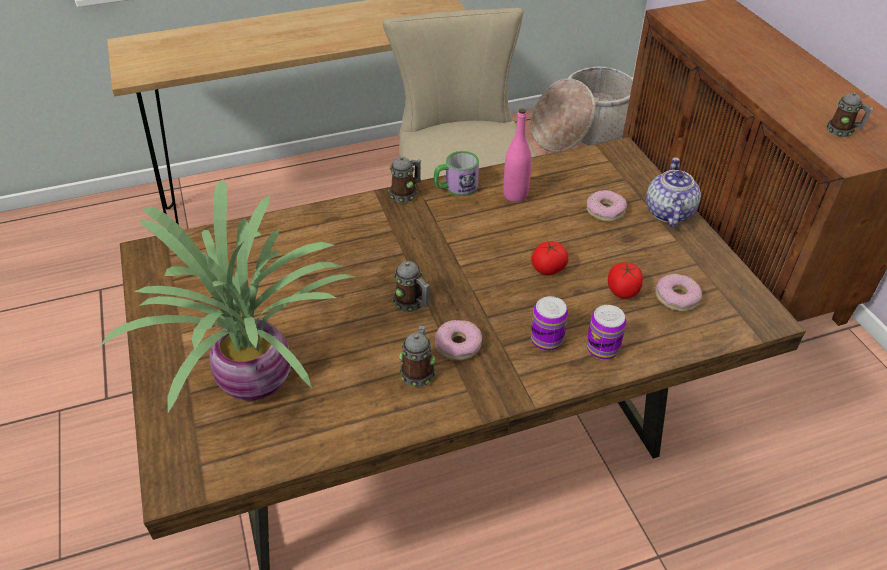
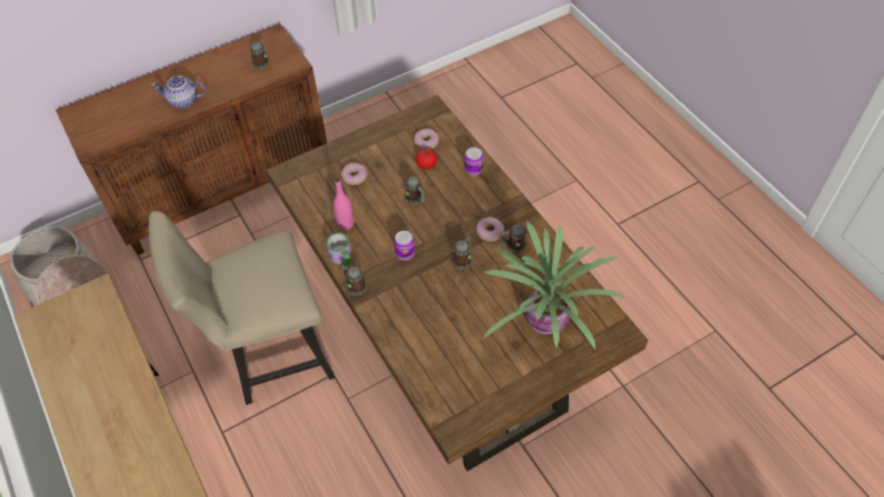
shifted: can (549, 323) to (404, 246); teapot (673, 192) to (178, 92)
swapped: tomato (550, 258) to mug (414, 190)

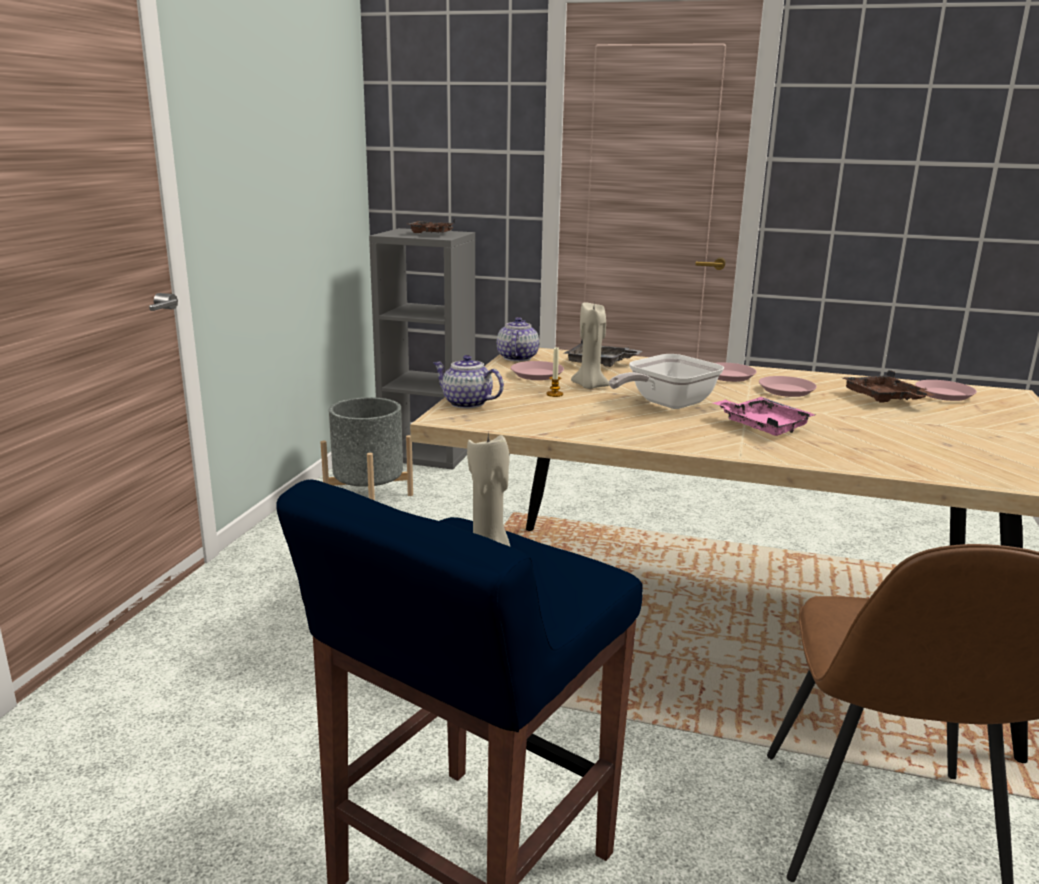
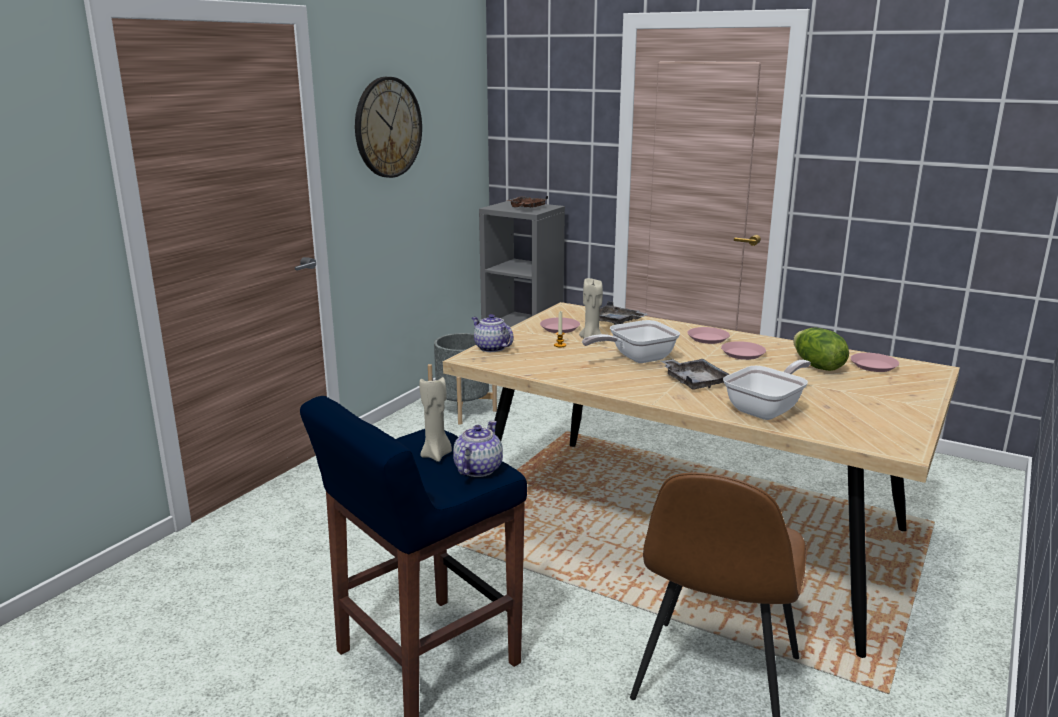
new: wall clock (388, 127); frying pan (767, 390)
shifted: teapot (518, 339) to (478, 449)
swapped: brown tray (888, 386) to lettuce (821, 349)
repainted: pink tray (764, 416) to grey tray (695, 374)

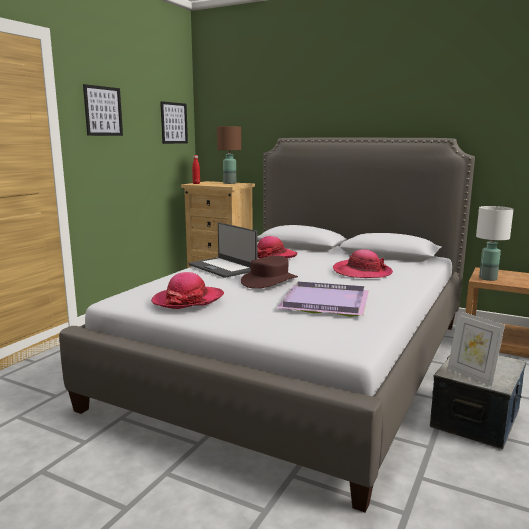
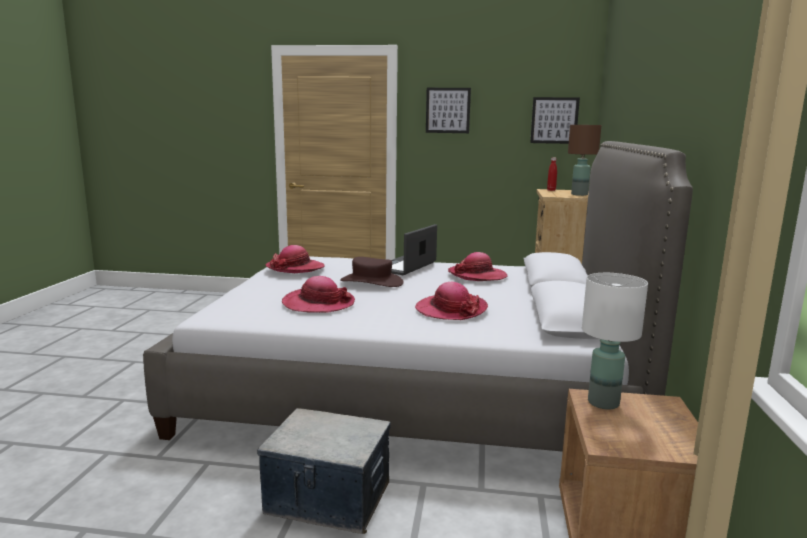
gone: picture frame (476, 348)
swapped: purple tray (323, 299) to hat (318, 294)

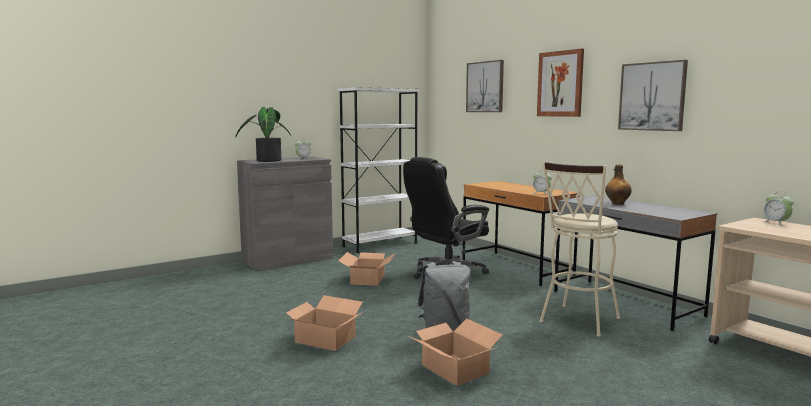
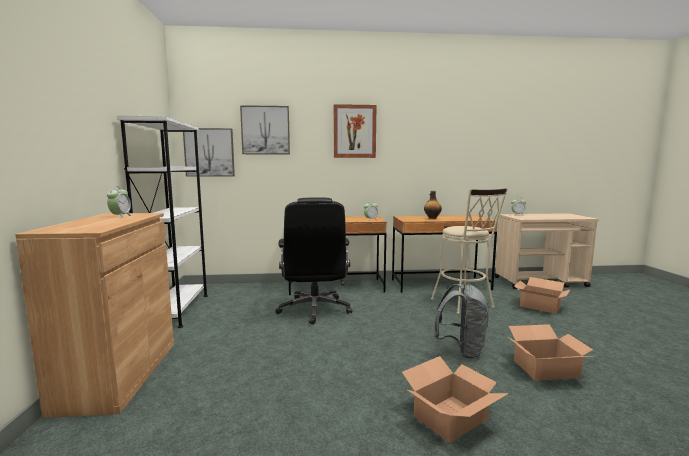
gone: potted plant (263, 134)
shifted: cardboard box (366, 269) to (542, 295); picture (653, 95) to (209, 152)
repainted: grey cabinet (285, 214) to brown cabinet (94, 315); grey desk (635, 263) to brown desk (445, 254)

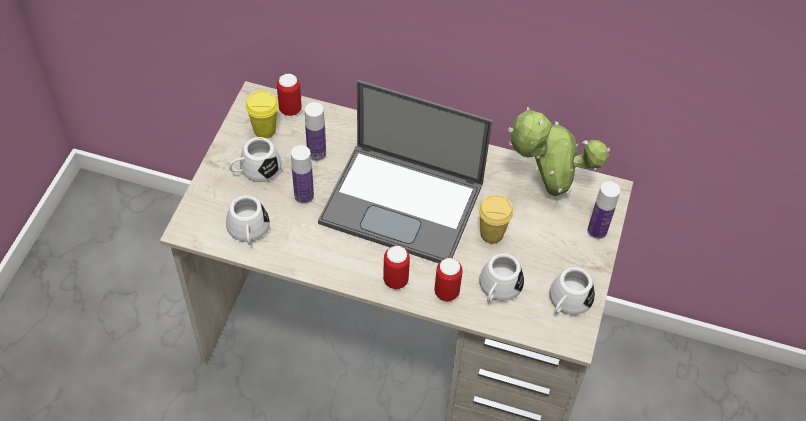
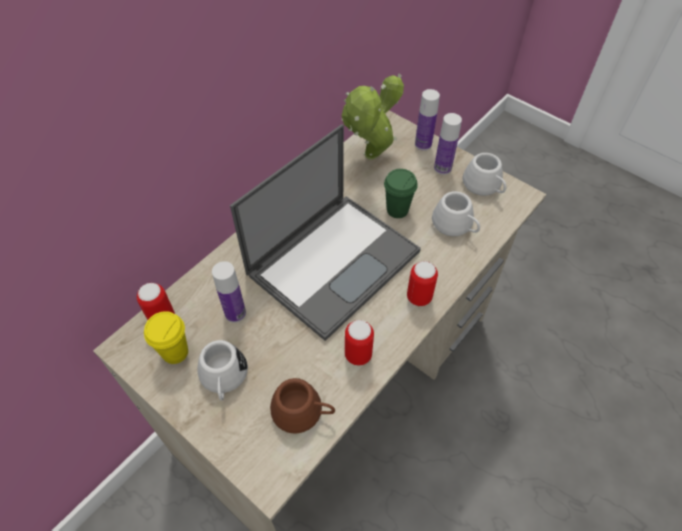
shifted: bottle (302, 174) to (448, 144); can (448, 279) to (359, 343)
repainted: white mug (248, 220) to brown mug (302, 406); yellow cup (495, 219) to green cup (401, 193)

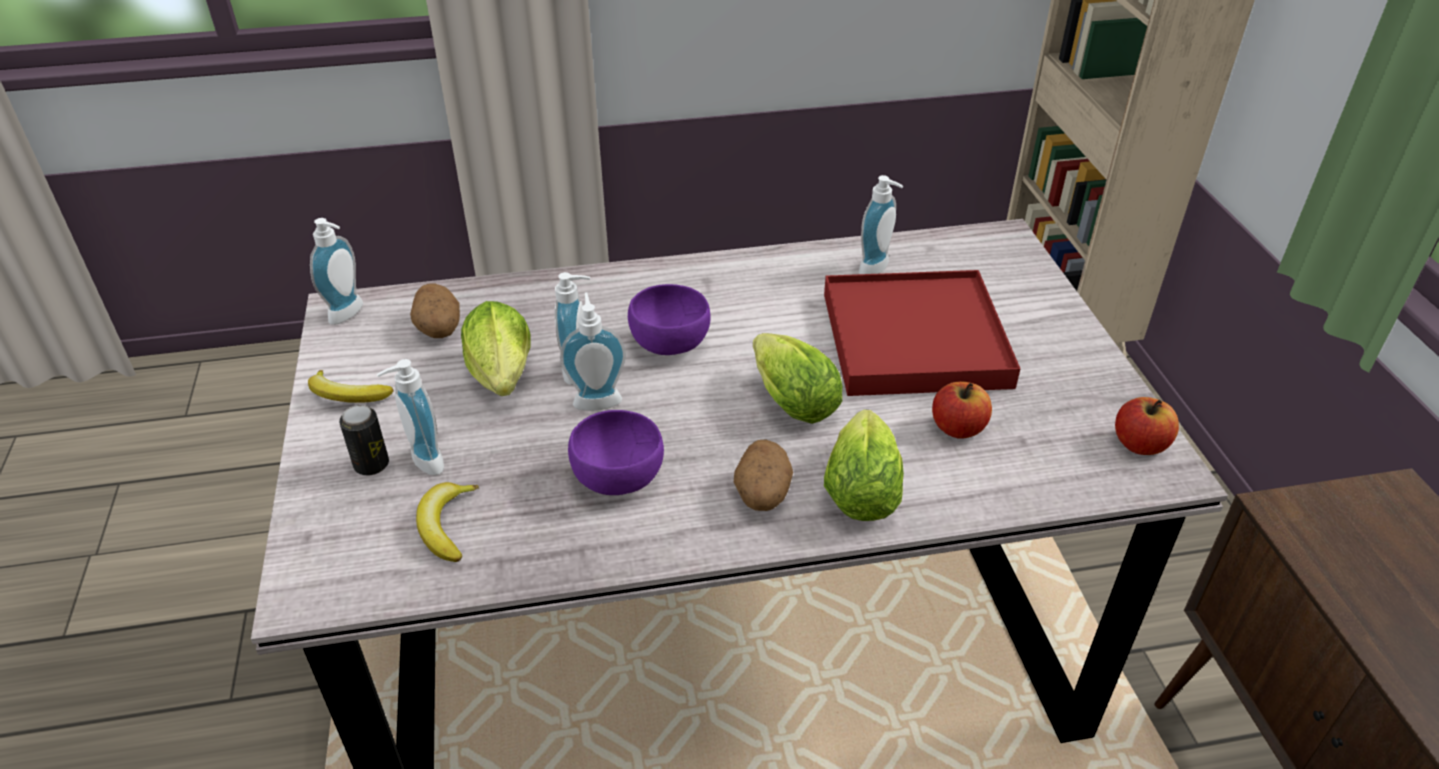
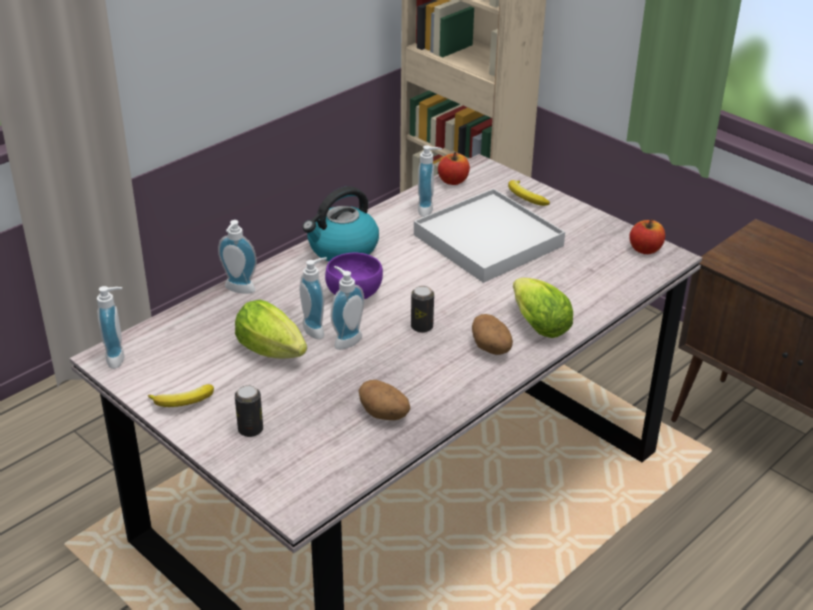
gone: purple bowl (616, 452); lettuce (798, 378)
new: kettle (340, 223); can (422, 309)
shifted: soap dispenser (410, 417) to (237, 256); potato (435, 311) to (384, 400); banana (447, 522) to (529, 193); apple (962, 410) to (454, 168)
repainted: red tray (922, 333) to white tray (489, 236)

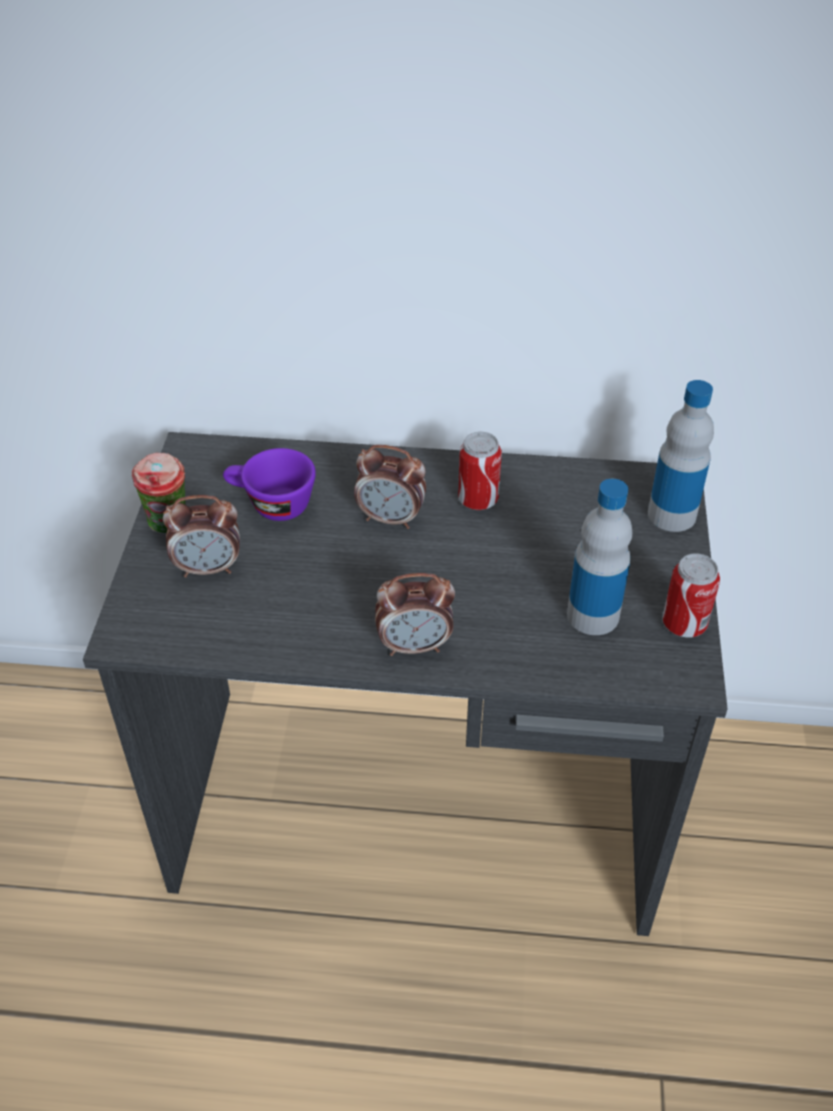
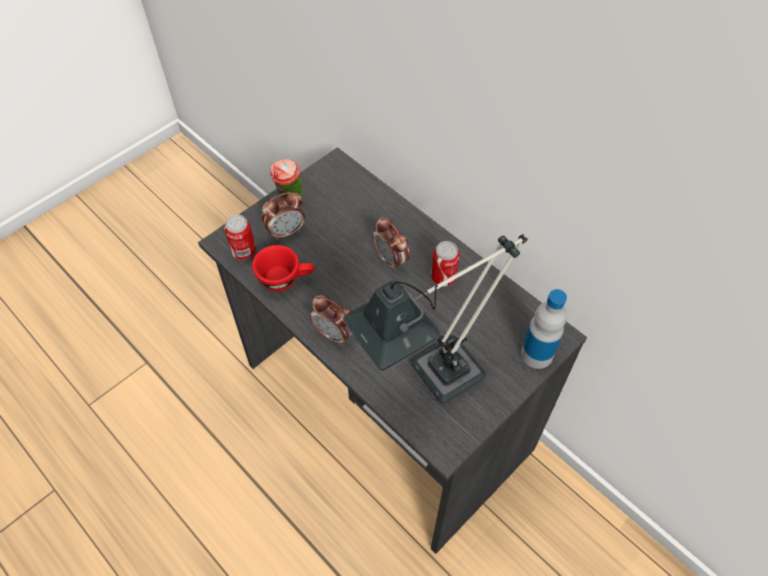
gone: purple cup (269, 484)
new: red cup (283, 268)
shifted: can (691, 595) to (240, 237)
swapped: bottle (599, 557) to table lamp (435, 319)
rotated: alarm clock (201, 536) = (283, 216) 60 degrees counterclockwise

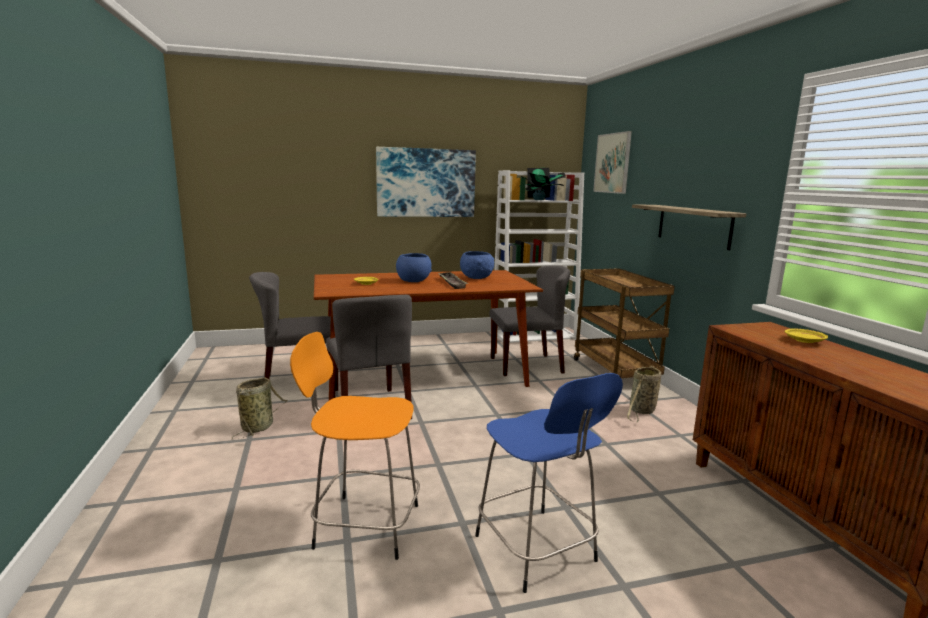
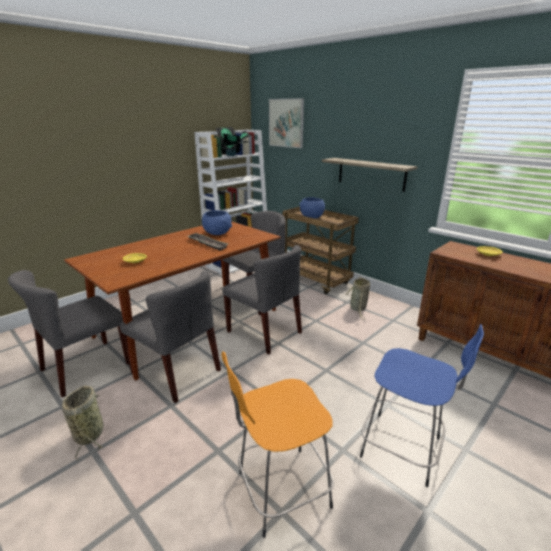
gone: picture (426, 182)
new: grey chair (262, 300)
shifted: blue bowl (414, 267) to (312, 208)

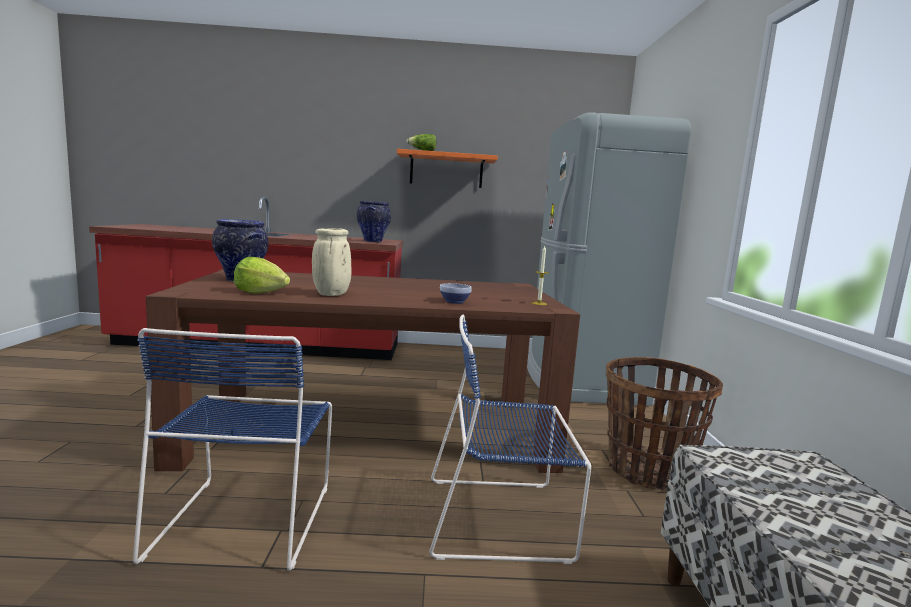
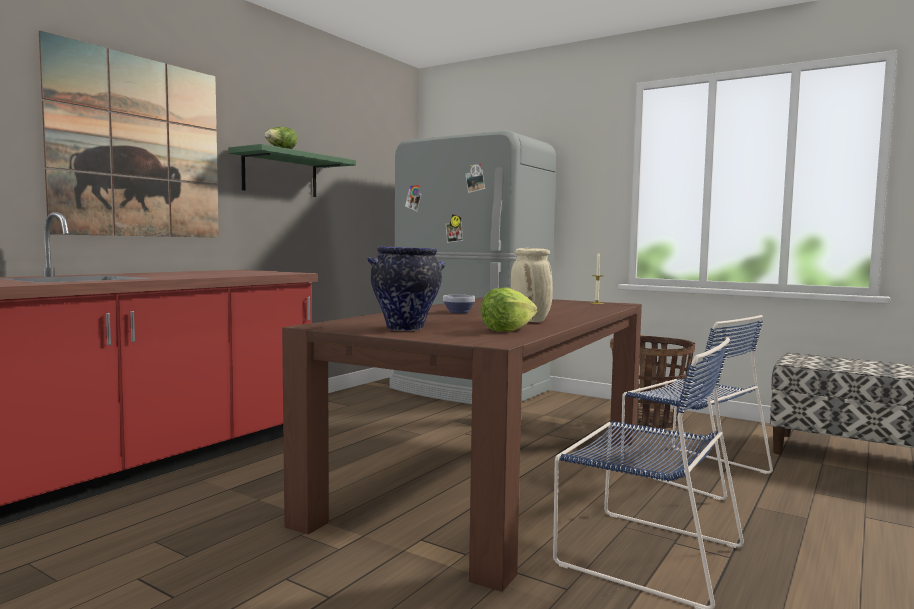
gone: vase (374, 221)
new: picture (129, 134)
shifted: bowl (456, 293) to (459, 304)
repainted: orange shelf (447, 168) to green shelf (292, 170)
rotated: blue chair (510, 439) = (697, 407) 75 degrees counterclockwise

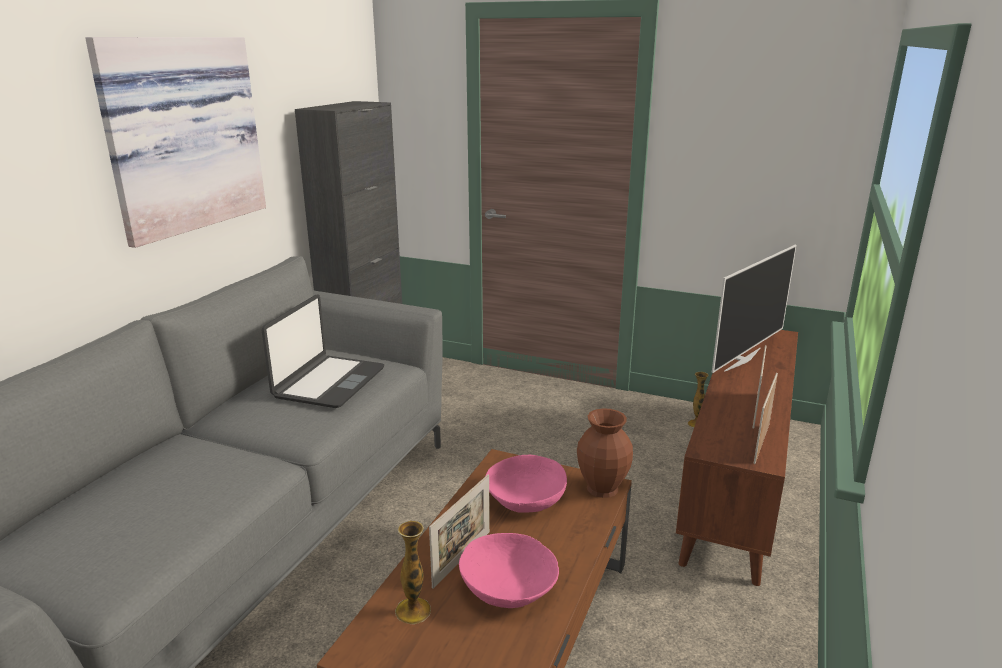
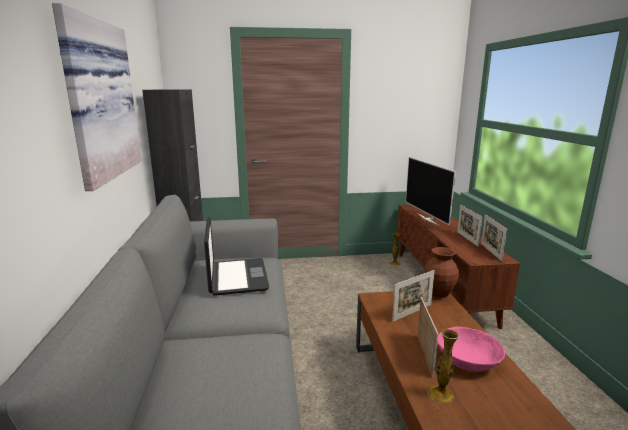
swapped: pink bowl (526, 484) to picture frame (413, 296)
rotated: television (754, 309) = (431, 191) 150 degrees clockwise

